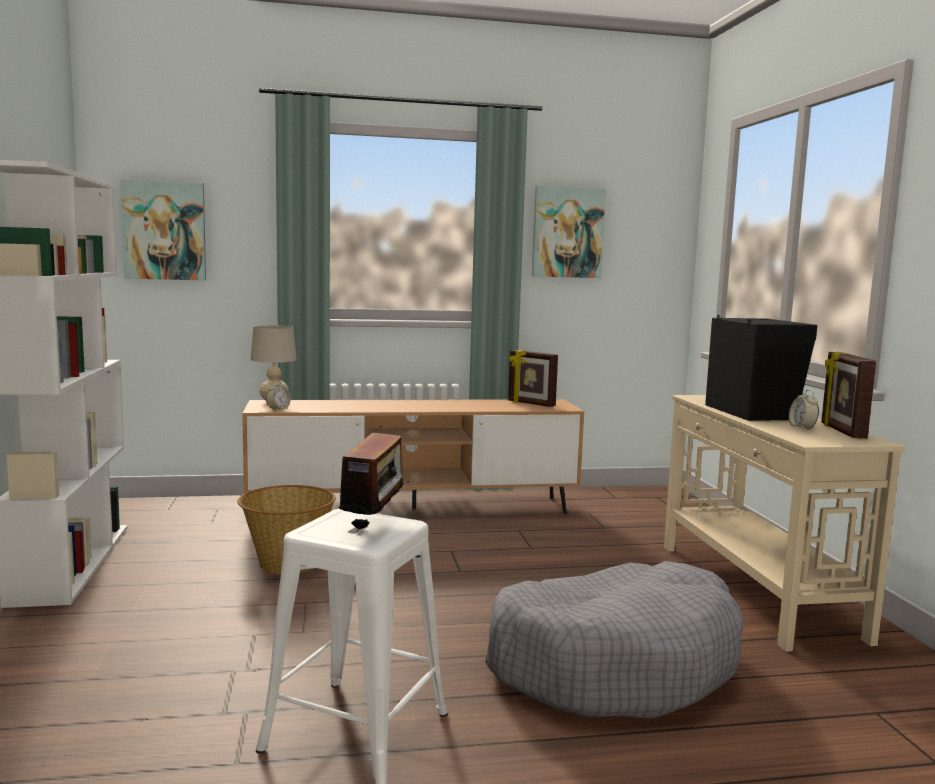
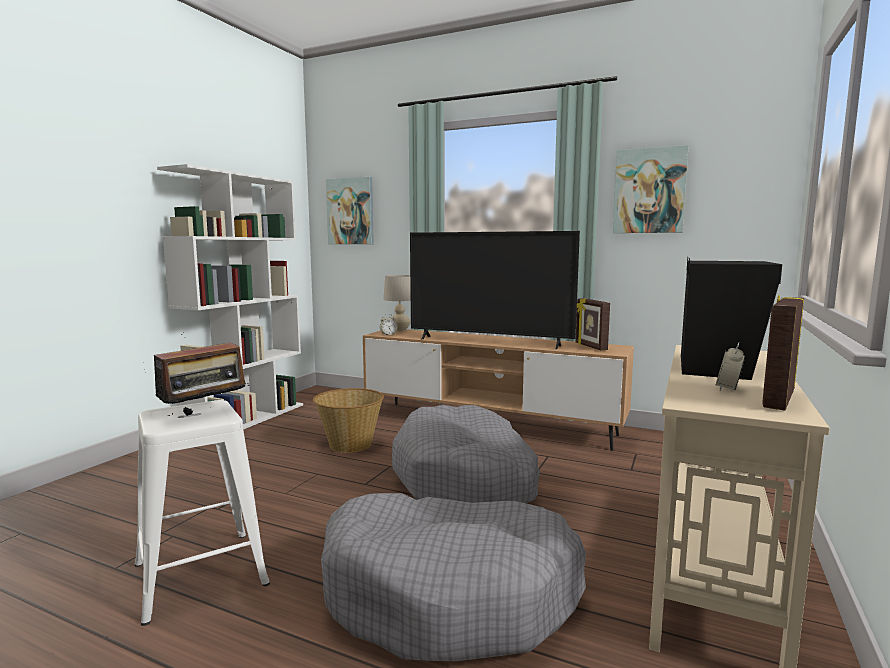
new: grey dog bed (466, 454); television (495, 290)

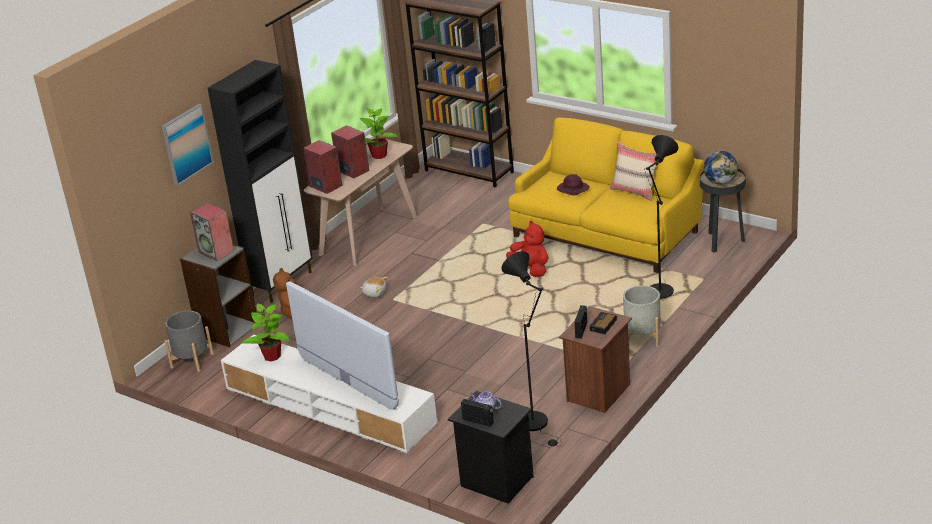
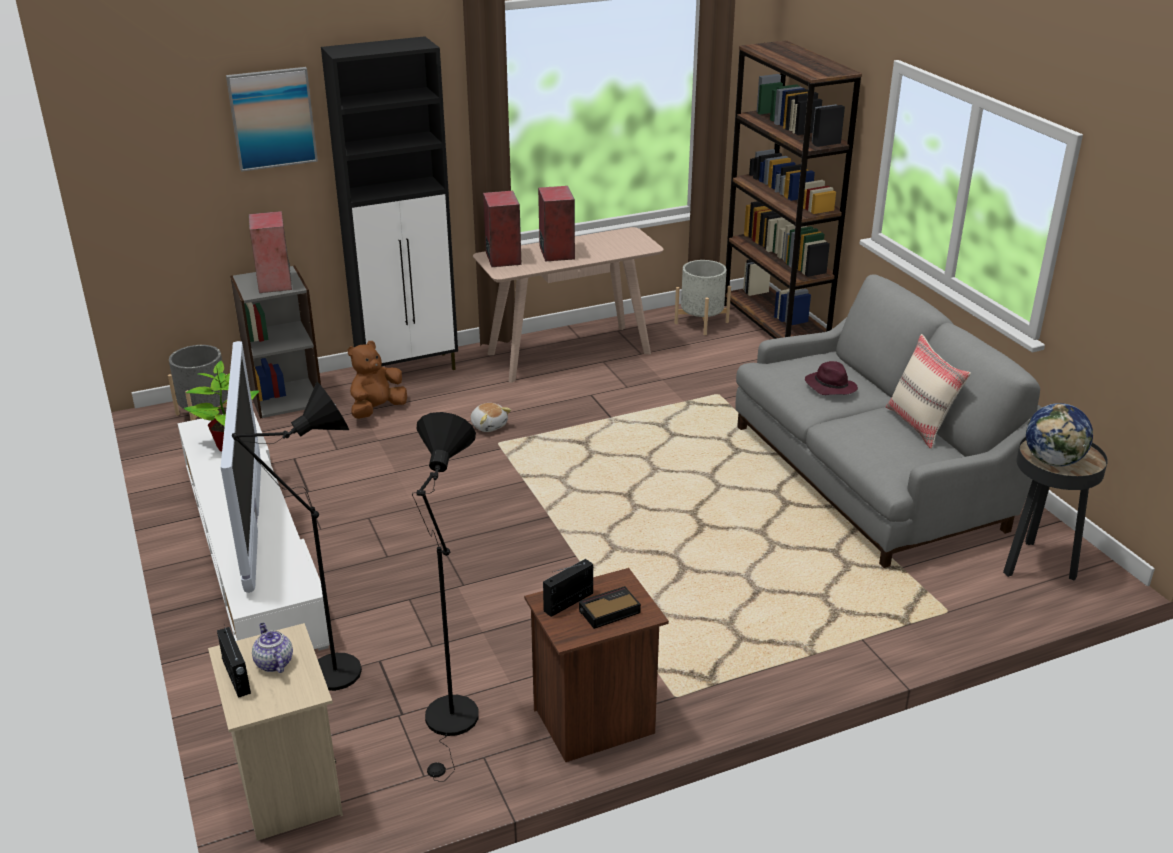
gone: potted plant (379, 133); red plush toy (527, 249)
shifted: grey planter (642, 316) to (702, 297); black floor lamp (661, 217) to (297, 536)
repainted: black nightstand (491, 447) to beige nightstand (275, 732); yellow sofa (606, 195) to grey sofa (888, 421)

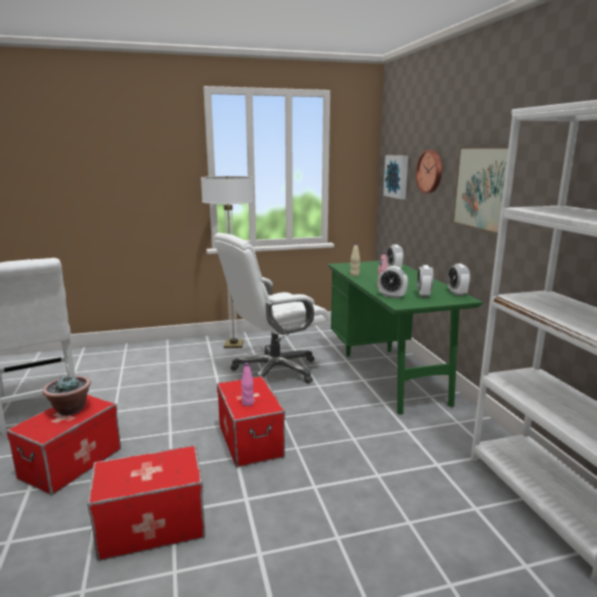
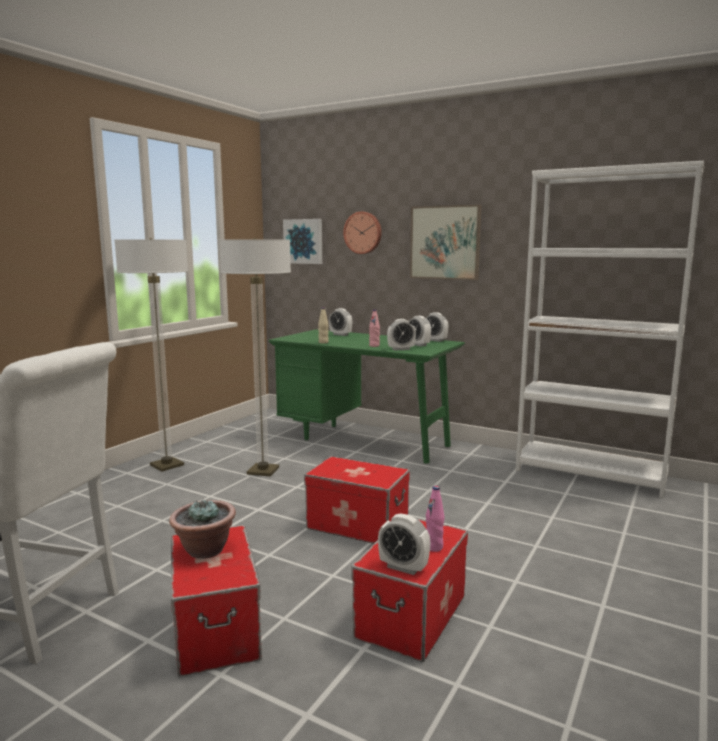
new: alarm clock (404, 544)
shifted: pink bottle (247, 384) to (435, 519)
swapped: white office chair (272, 308) to floor lamp (255, 357)

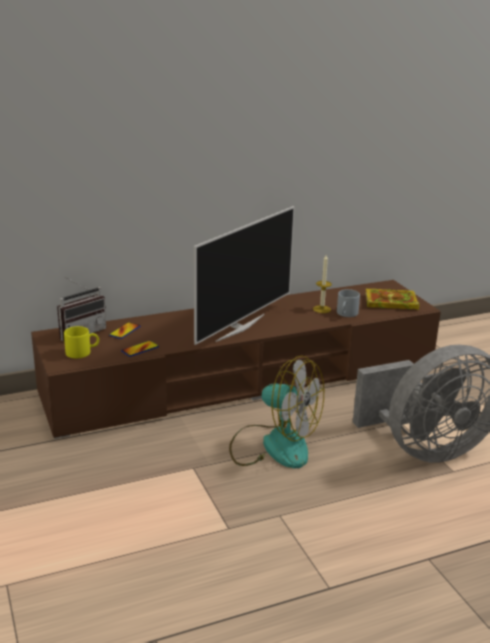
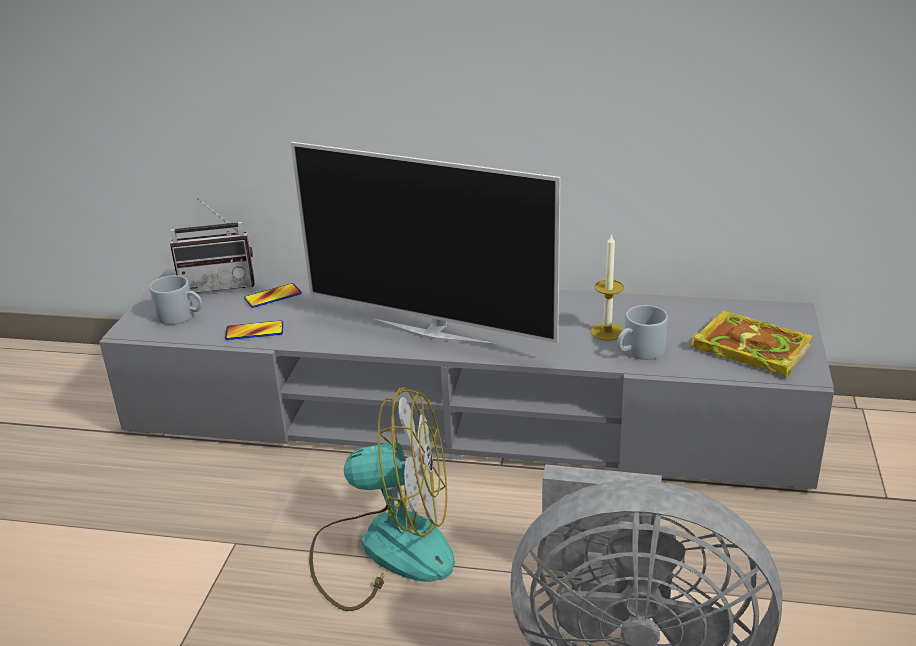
repainted: brown tv stand (236, 359) to grey tv stand (466, 379); yellow mug (81, 342) to grey mug (176, 300)
rotated: television (244, 275) = (426, 244) 45 degrees clockwise; fan (276, 412) = (382, 499) 60 degrees counterclockwise

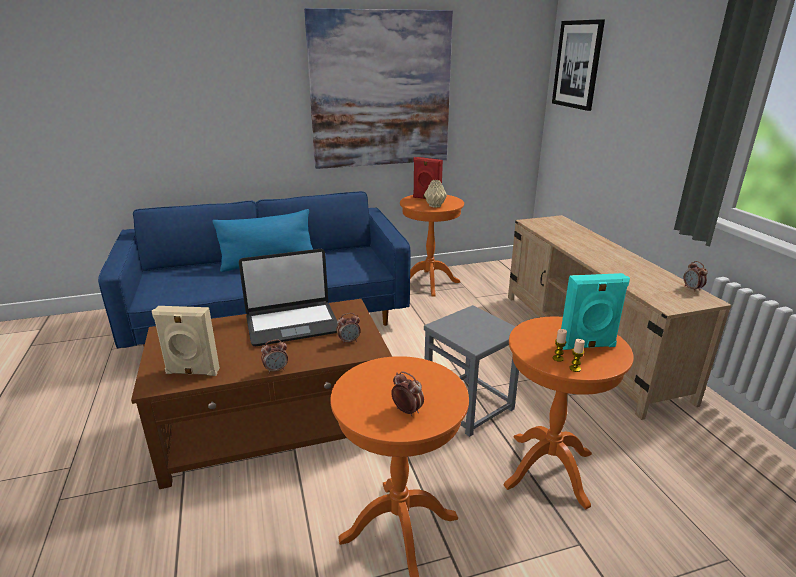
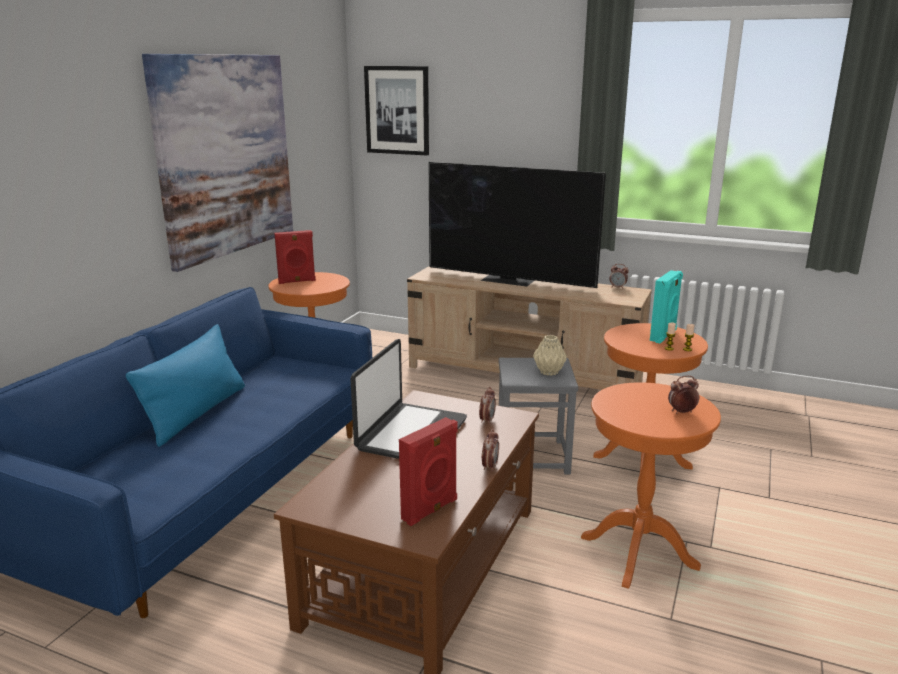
new: television (517, 225)
shifted: beige vase (435, 194) to (550, 355)
repainted: beige speaker (186, 341) to red speaker (428, 471)

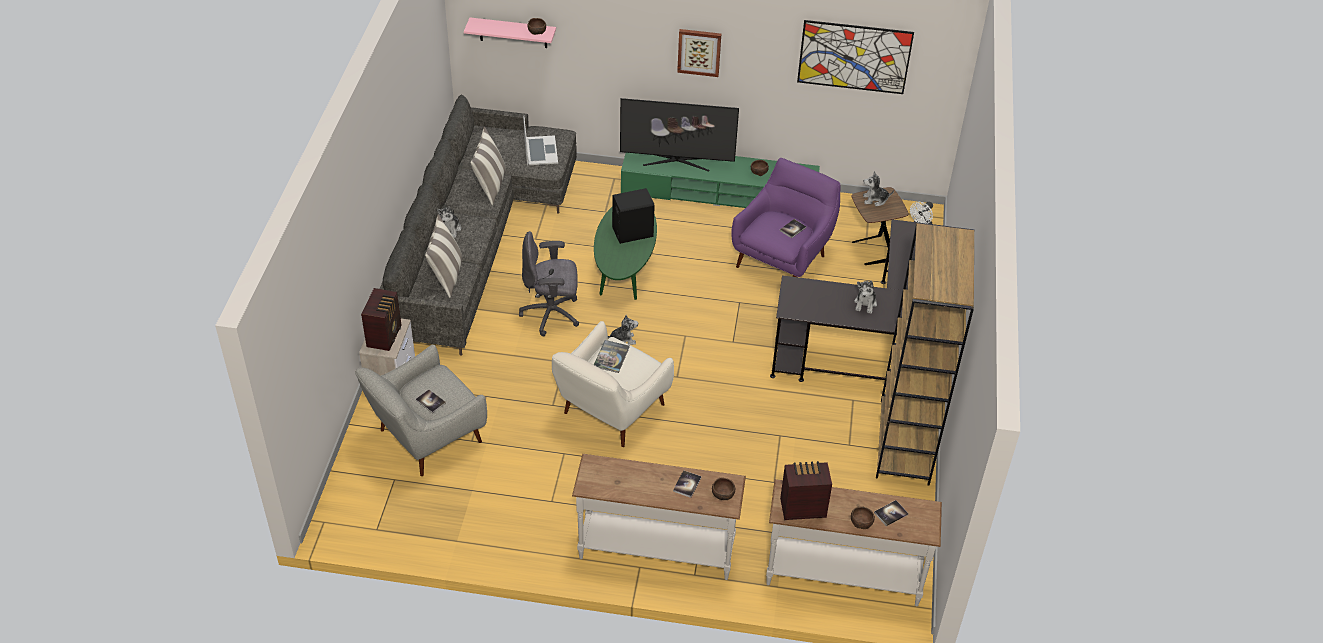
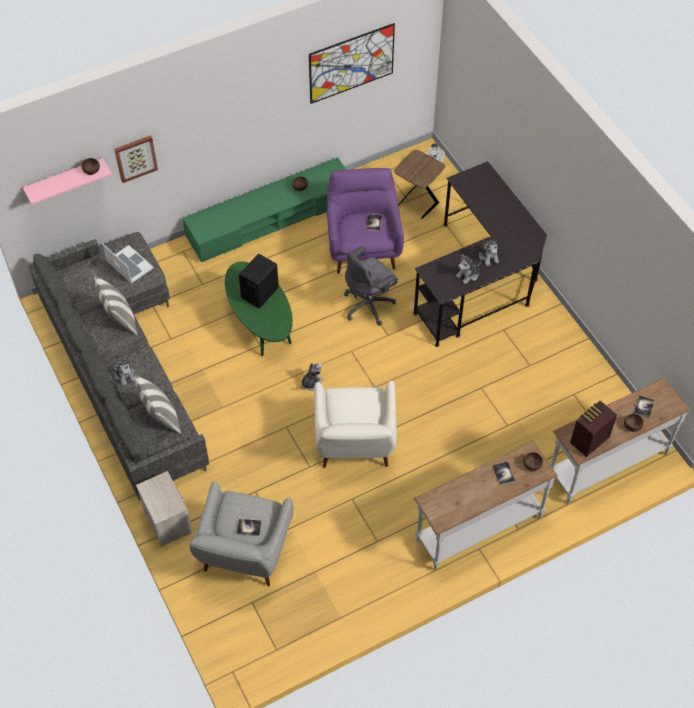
gone: radio (381, 319); book (612, 356); television (679, 135); brown bookcase (925, 354)
shifted: grey office chair (549, 283) to (371, 286); picture (699, 53) to (136, 159); plush toy (878, 188) to (468, 269)

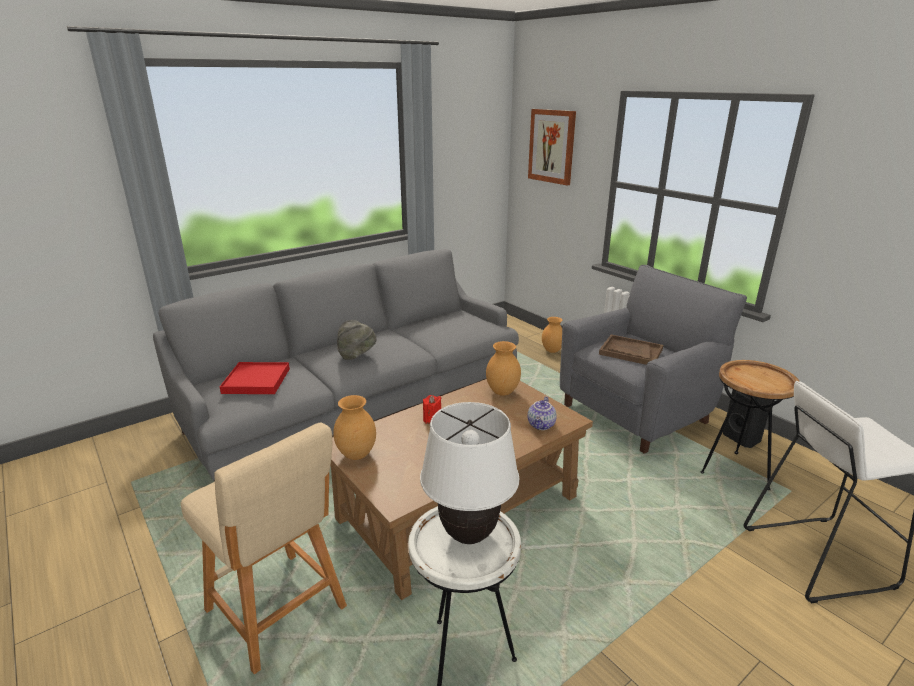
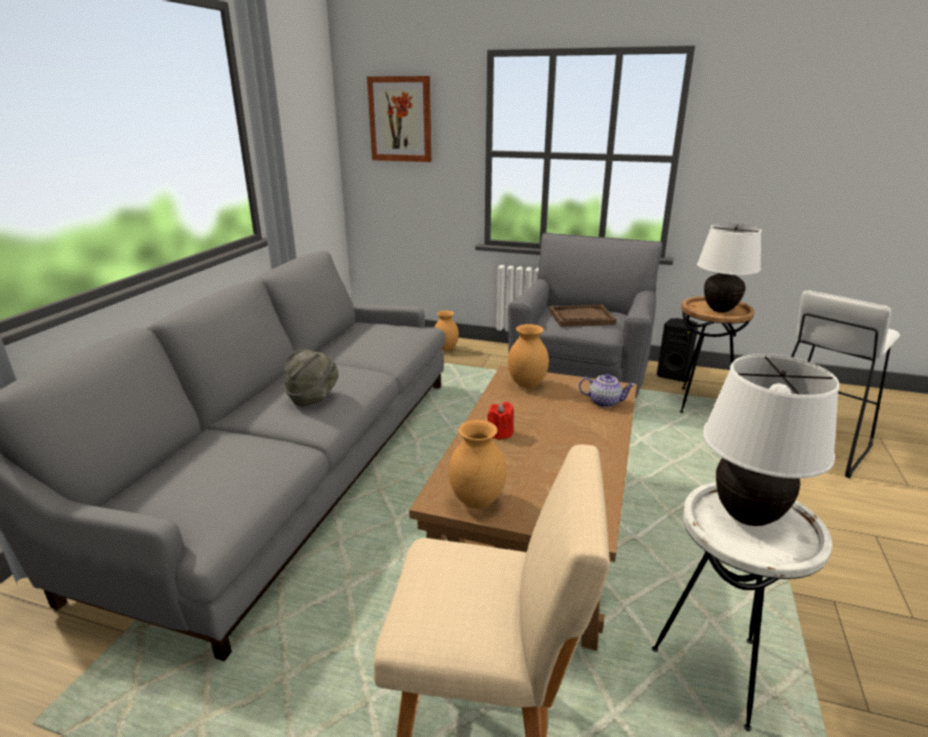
gone: red tray (255, 378)
new: white table lamp (729, 268)
rotated: teapot (542, 413) = (607, 390) 60 degrees counterclockwise

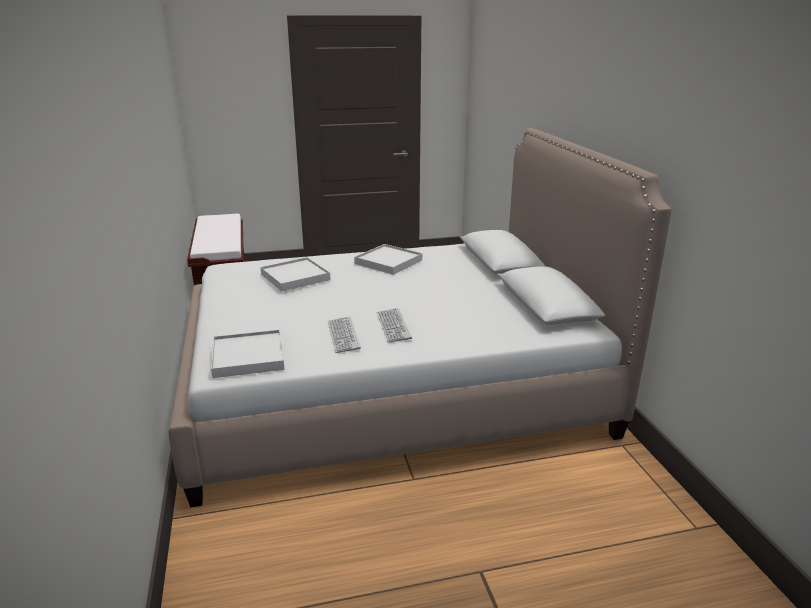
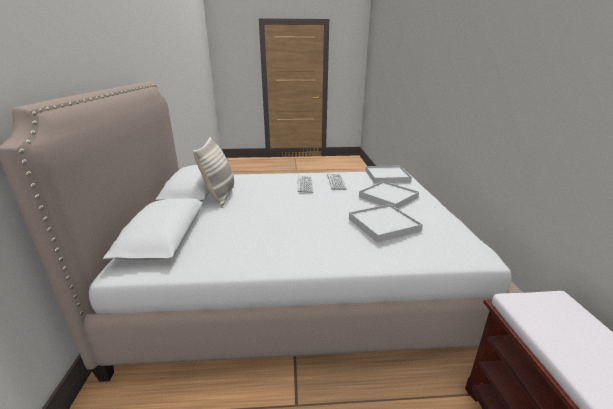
new: pillow (213, 172)
shifted: white tray (388, 259) to (389, 195)

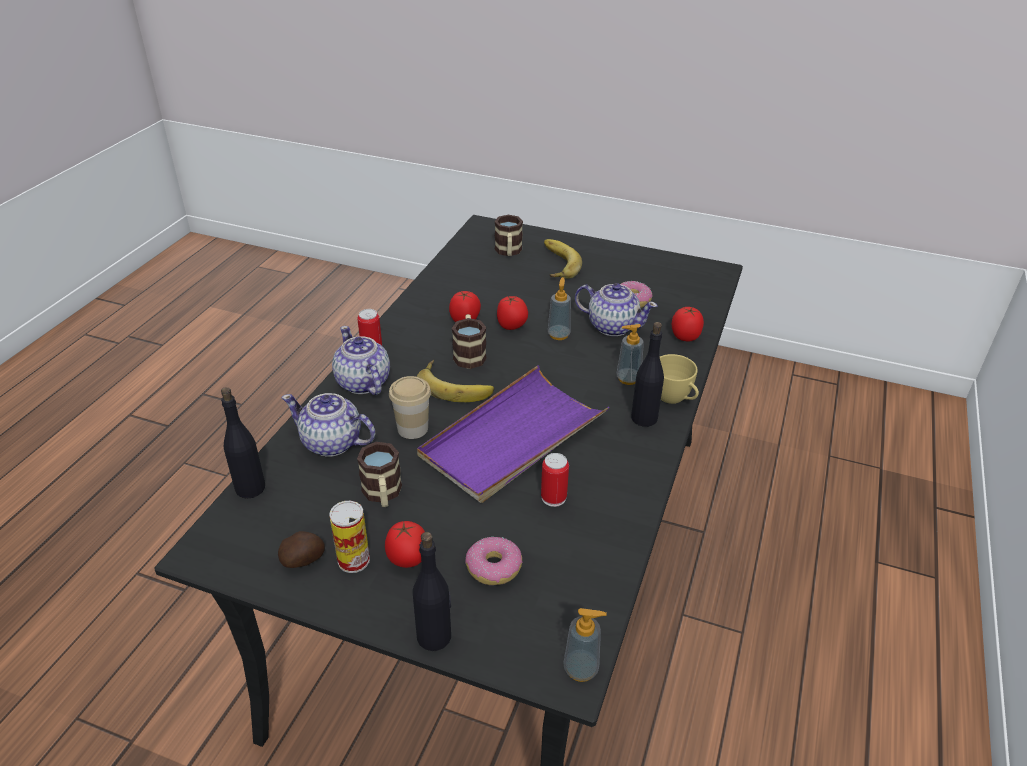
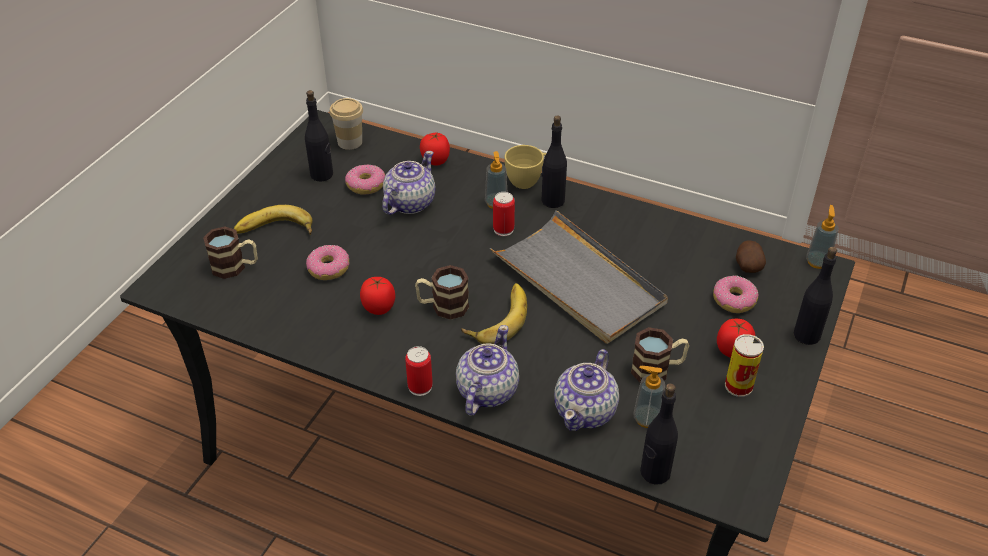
gone: tomato (512, 313)
new: black bottle (319, 136); donut (327, 262)
shifted: potato (301, 549) to (751, 256); cup (410, 407) to (346, 124); can (555, 480) to (504, 214); soap dispenser (559, 308) to (649, 397)
repainted: purple tray (513, 434) to grey tray (579, 277)
rotated: teapot (361, 360) = (487, 370) 135 degrees clockwise

